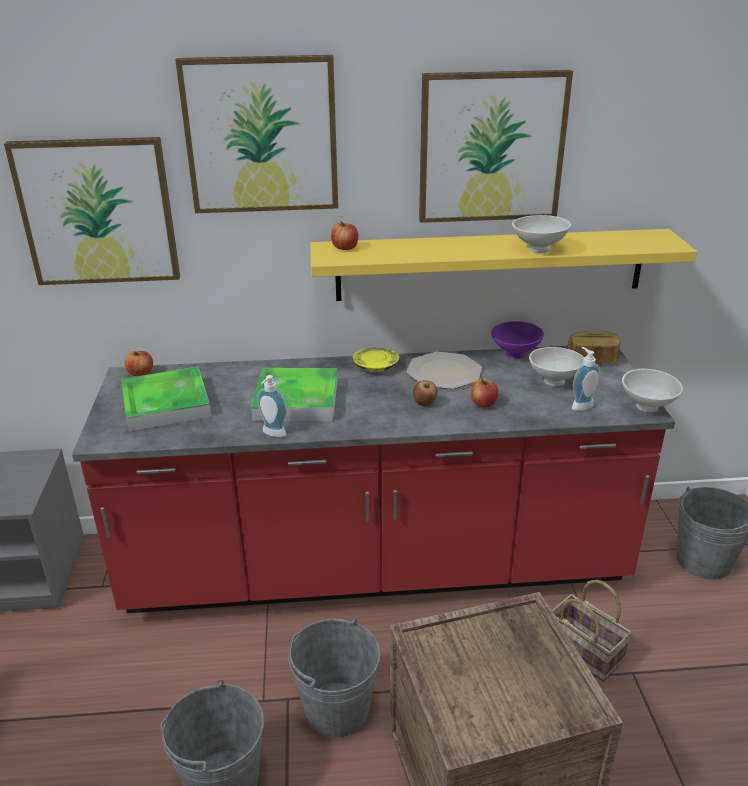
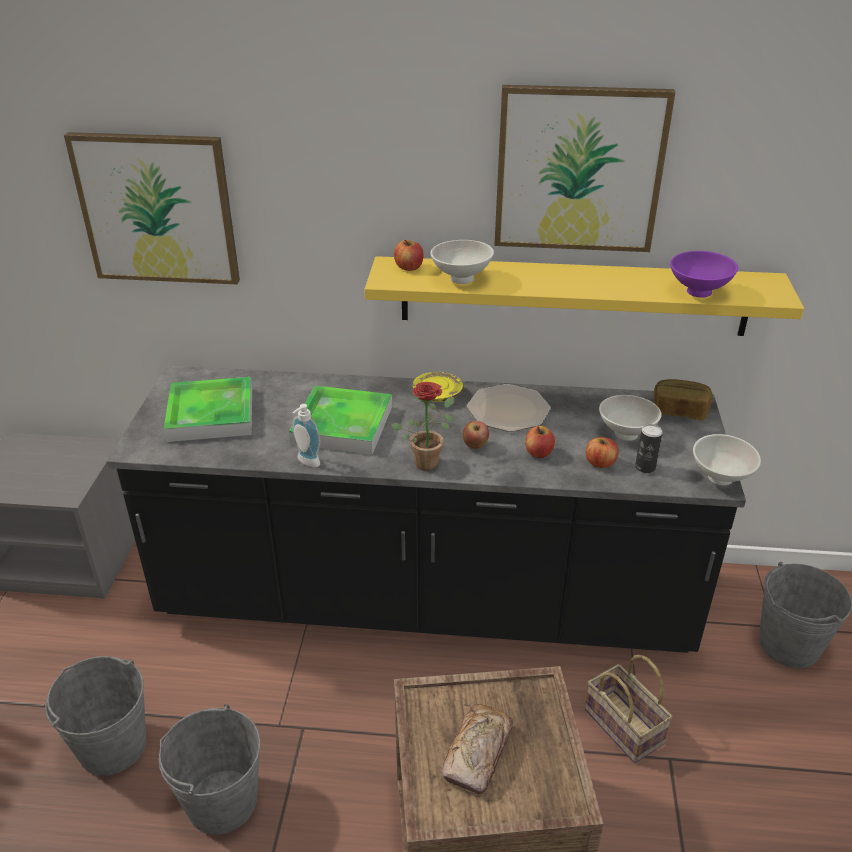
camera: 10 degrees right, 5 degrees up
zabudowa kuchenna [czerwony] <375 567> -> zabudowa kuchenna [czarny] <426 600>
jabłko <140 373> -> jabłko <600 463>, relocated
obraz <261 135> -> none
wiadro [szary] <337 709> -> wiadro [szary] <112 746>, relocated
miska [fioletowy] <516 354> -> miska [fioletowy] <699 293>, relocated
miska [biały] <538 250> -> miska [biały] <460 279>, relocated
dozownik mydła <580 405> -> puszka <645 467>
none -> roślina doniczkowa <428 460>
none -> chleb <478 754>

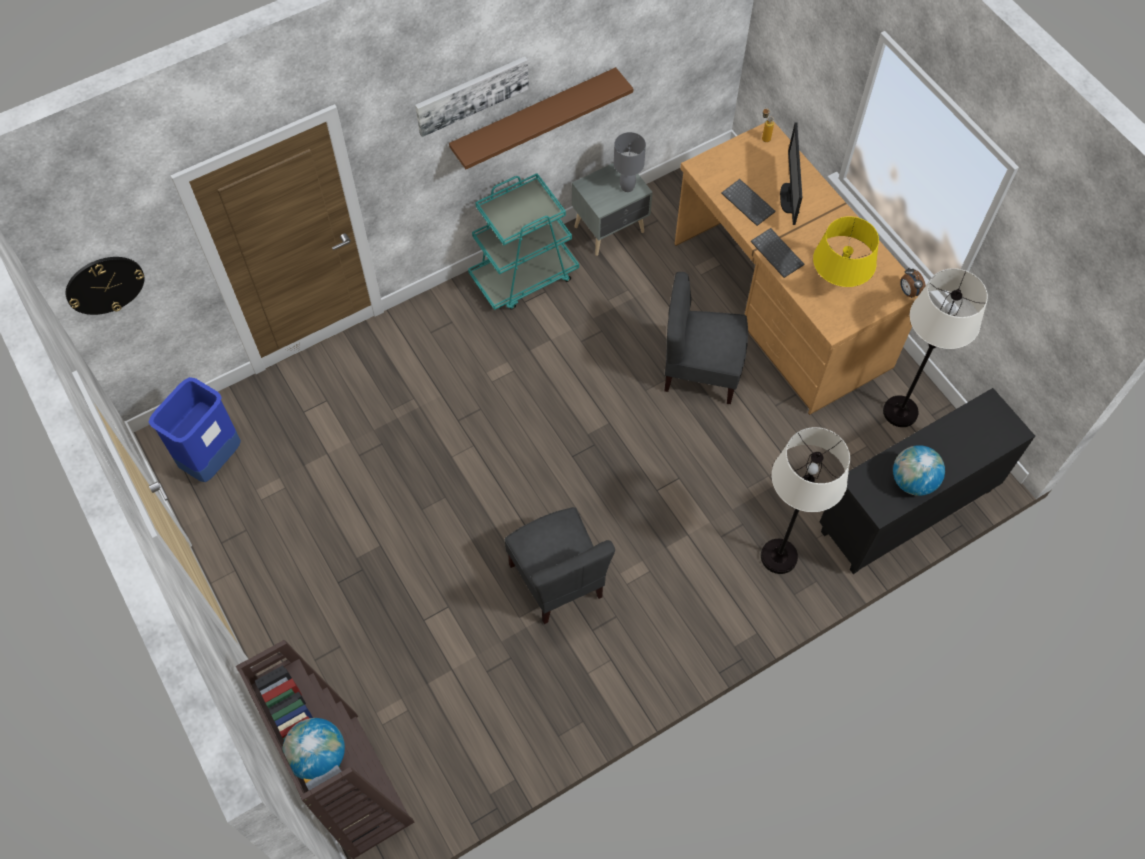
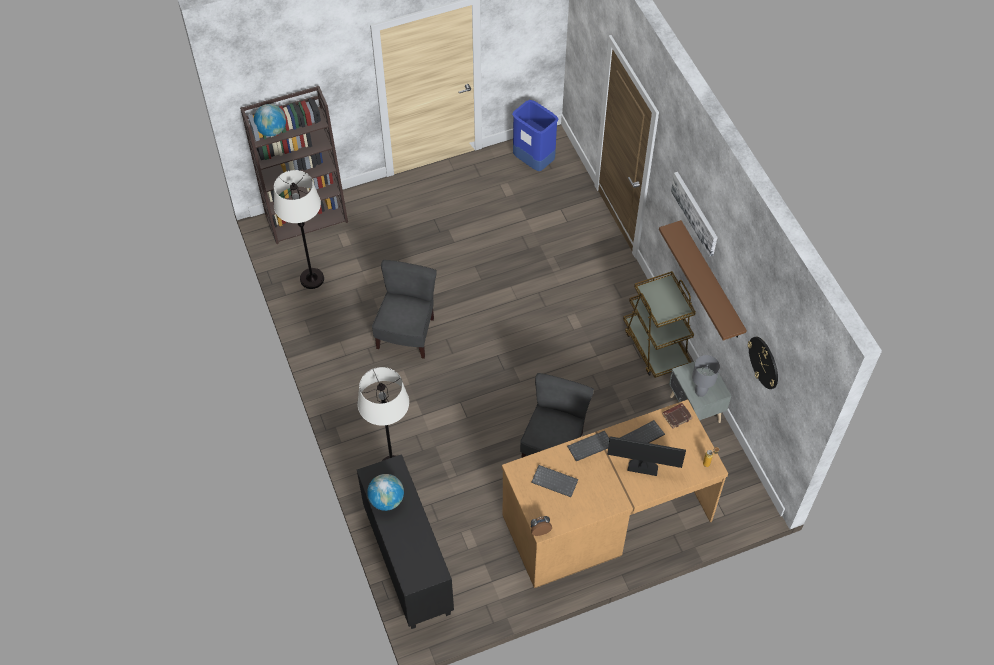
camera: 100 degrees right, 5 degrees down
zegar ścienny <104 284> -> zegar ścienny <764 362>, relocated
wózek [turkusowy] <524 276> -> wózek [brązowy] <656 346>
krzesło [szary] <557 580> -> krzesło [szary] <407 334>, 120 degrees clockwise
lampa stołowa [żółty] <836 284> -> klawiatura <555 481>
lampa stojąca [biały] <900 411> -> lampa stojąca [biały] <312 279>, relocated
none -> książka [brązowy] <677 416>

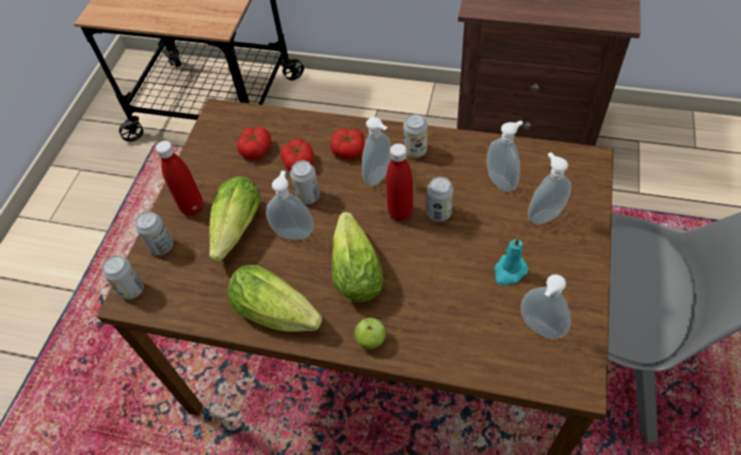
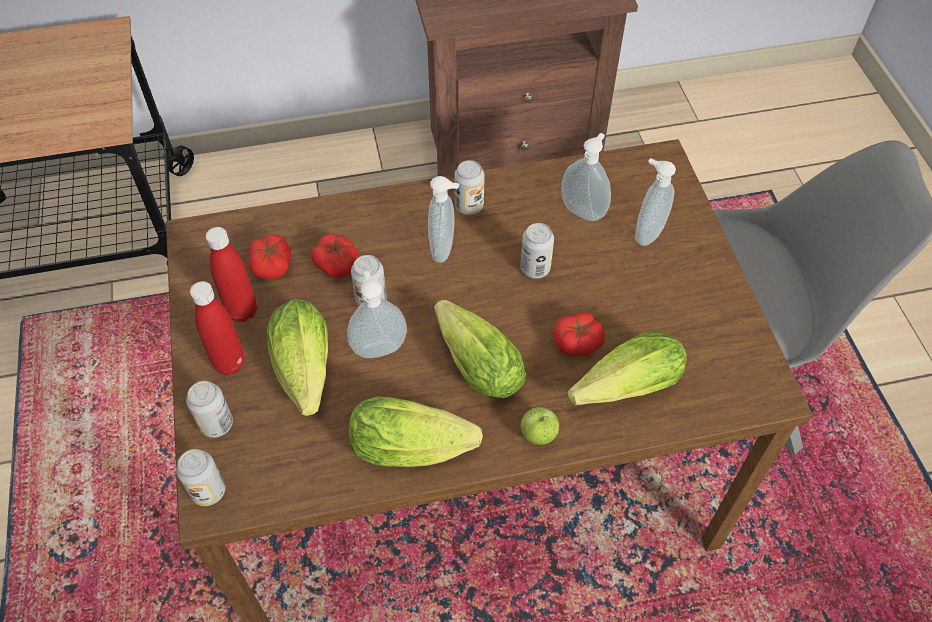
camera: 30 degrees left, 0 degrees up
pomidor <349 150> -> pomidor <577 342>, relocated
butelka [czerwony] <400 212> -> butelka [czerwony] <242 311>, relocated
świeca [turkusowy] <509 271> -> none
dozownik mydła <539 329> -> none
none -> sałata <620 389>

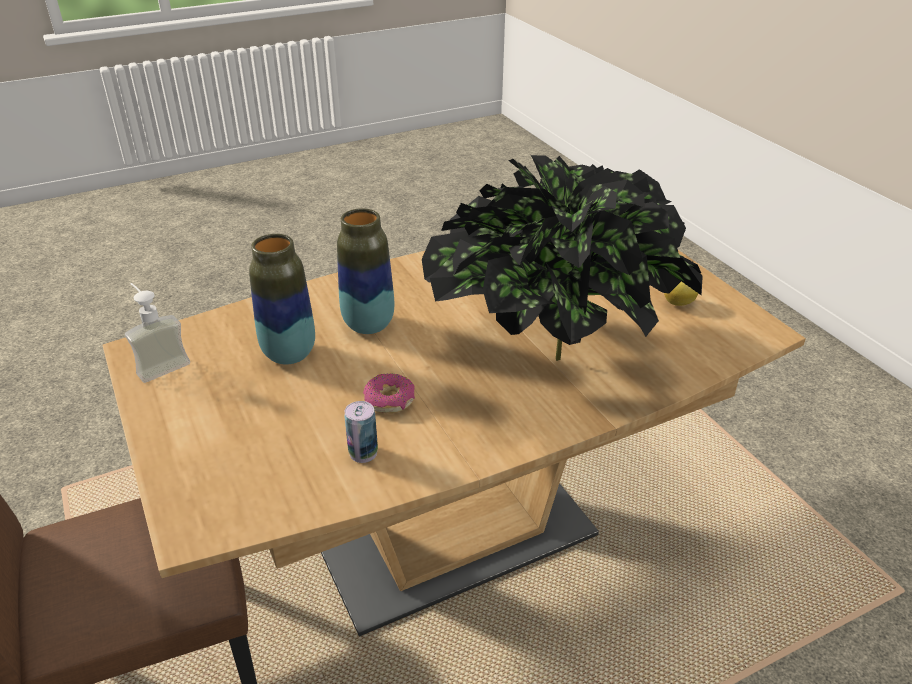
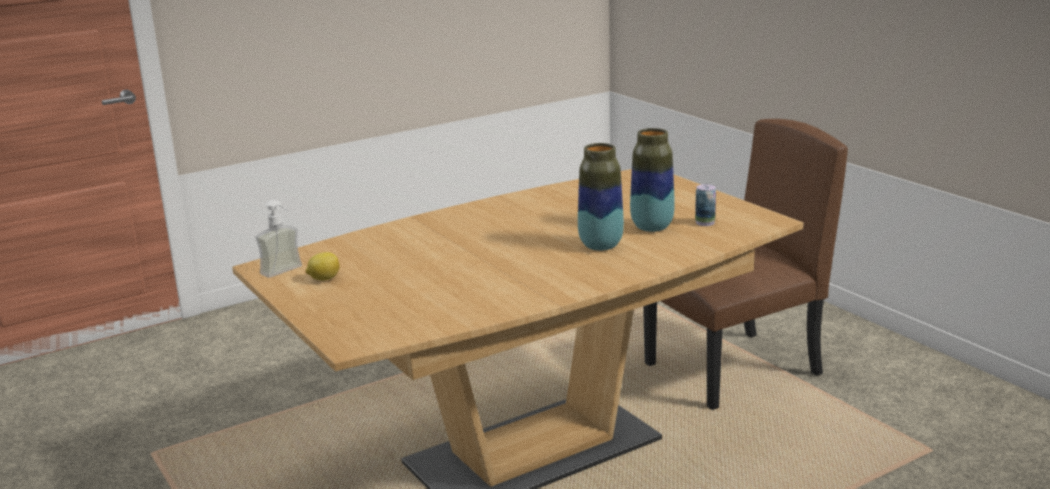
camera: 175 degrees right, 15 degrees down
dozownik mydła <159 364> -> dozownik mydła <286 272>, relocated
puszka <363 453> -> puszka <705 223>, relocated
donut <390 400> -> none
roślina doniczkowa <551 361> -> none

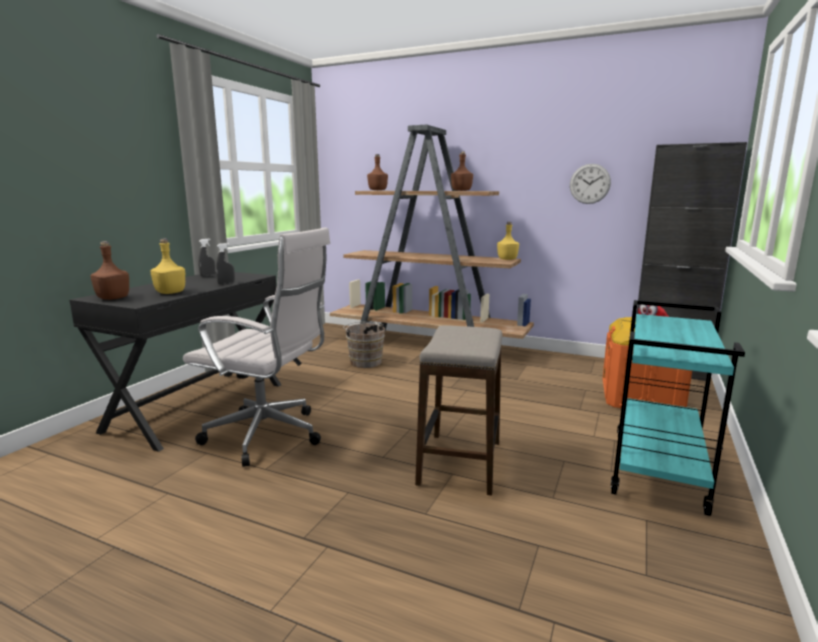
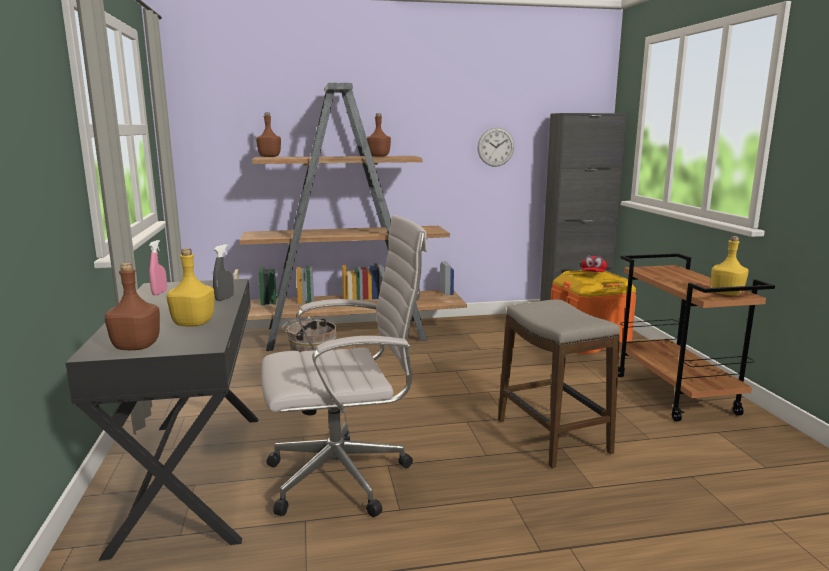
camera: 35 degrees left, 0 degrees up
spryskiwacz [szary] <207 276> -> spryskiwacz [różowy] <159 293>
butelka [żółty] <507 259> -> butelka [żółty] <726 293>, relocated
wózek [turkusowy] <659 471> -> wózek [brązowy] <676 395>

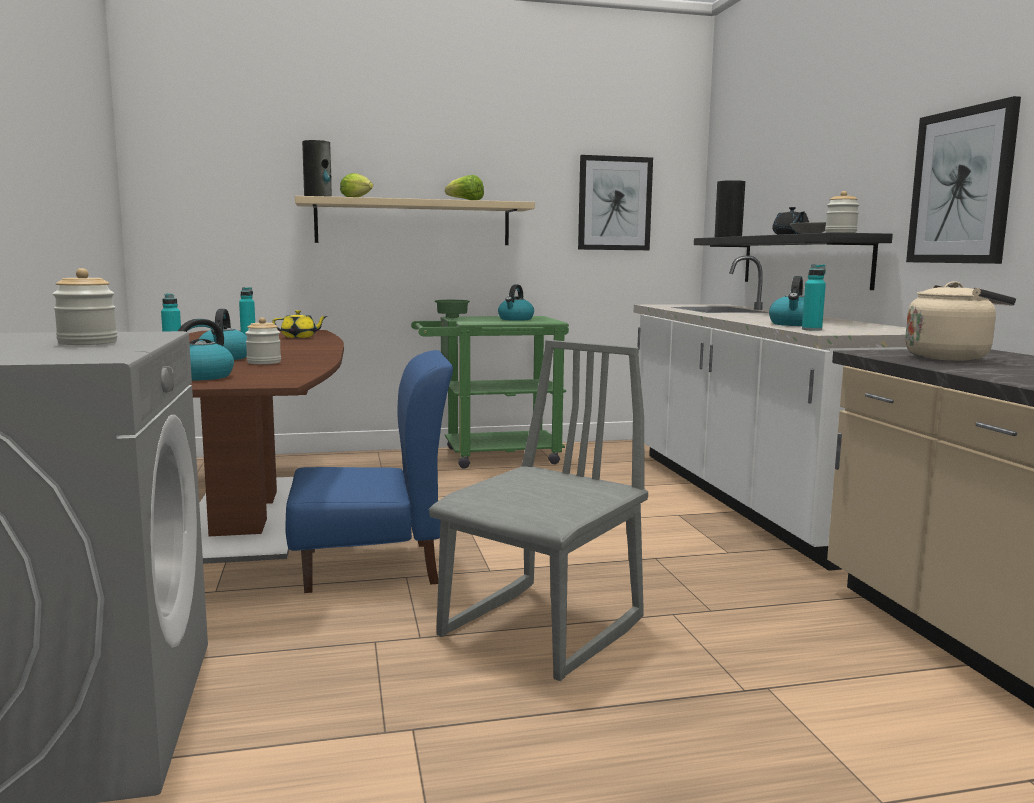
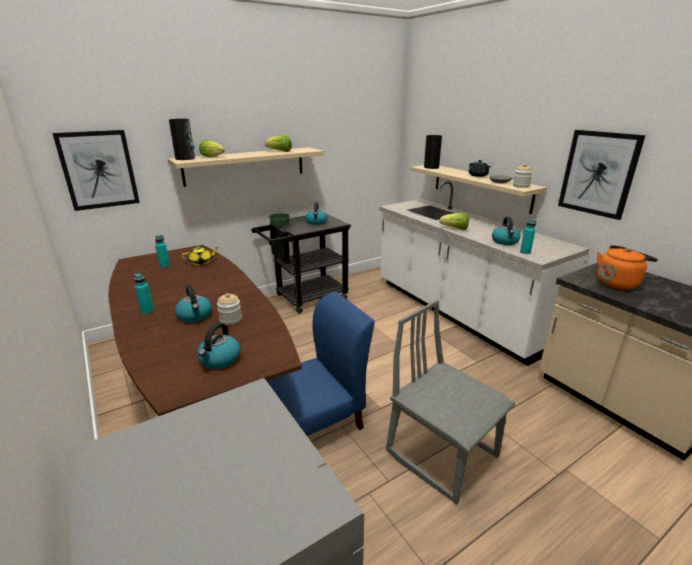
camera: 20 degrees left, 15 degrees up
słoik <88 342> -> none
wózek [zielony] <490 456> -> wózek [czarny] <306 298>
krzesło [szary] <544 629> -> krzesło [szary] <442 454>, 60 degrees counterclockwise
obraz <614 203> -> obraz <99 170>, relocated
półka [czarny] <803 261> -> półka [beżowy] <480 187>
czajnik [beżowy] <951 358> -> czajnik [pomarańczowy] <618 283>
none -> sałata <455 229>

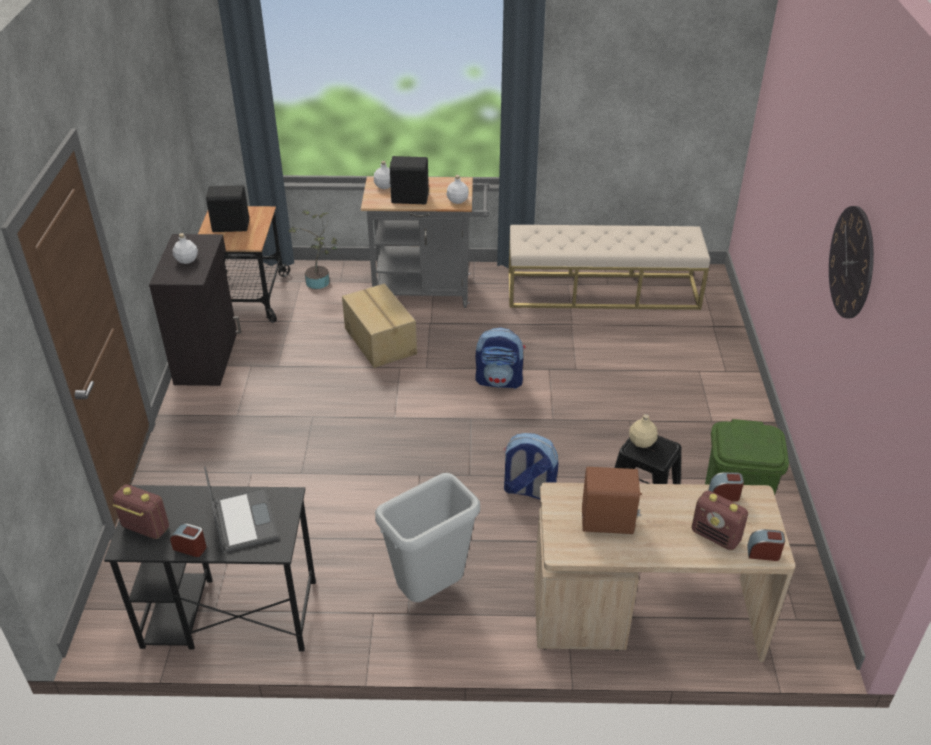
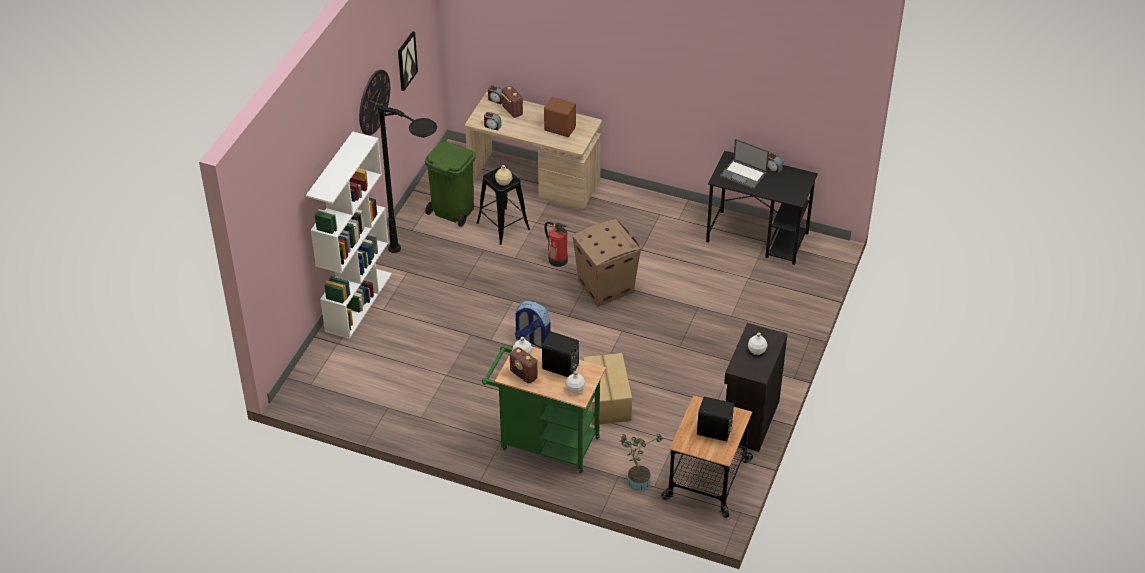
camera: 160 degrees left, 5 degrees up
radio <145 527> -> radio <524 375>, relocated
laptop <244 519> -> laptop <744 174>, 60 degrees counterclockwise
wózek [szary] <429 291> -> wózek [zielony] <544 442>
kosz na śmieci [szary] <430 592> -> none
plecak <528 490> -> gaśnica <557 259>
ławka [beżowy] <602 291> -> none
none -> regał [biały] <358 302>
none -> lampa stojąca [czarny] <422 267>
none -> obraz <406 60>
none -> karton <605 286>

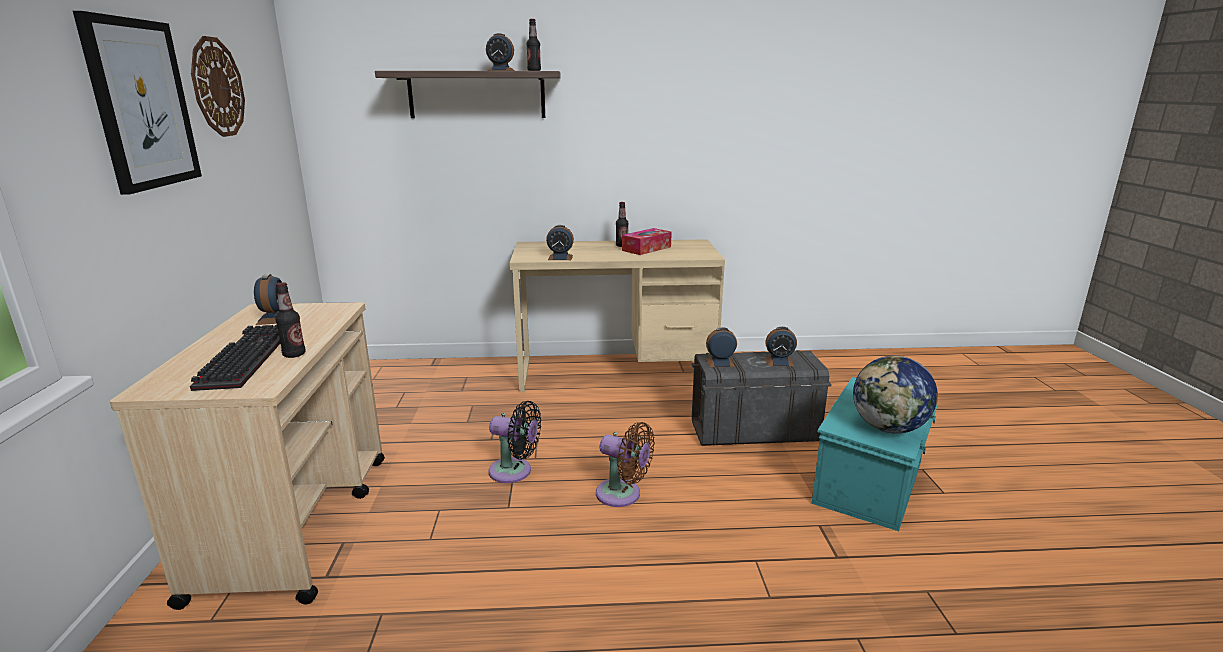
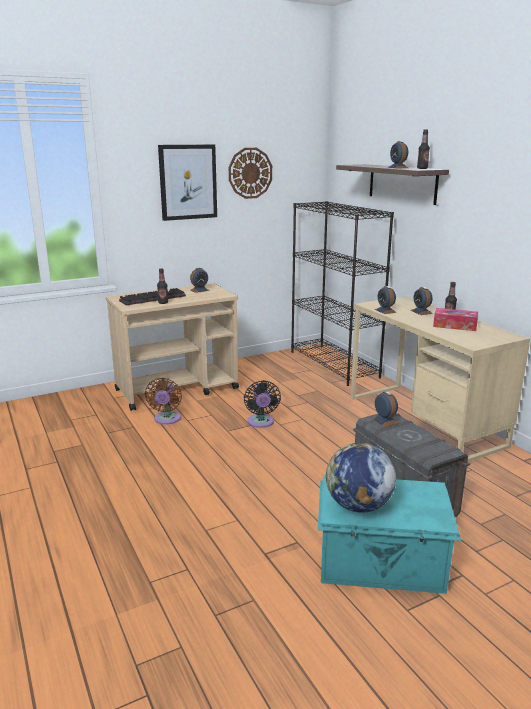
camera: 65 degrees right, 0 degrees up
wentylator [brązowy] <622 495> -> wentylator [brązowy] <166 420>, relocated
budzik <779 362> -> budzik <421 312>, relocated
none -> regał [czarny] <334 364>

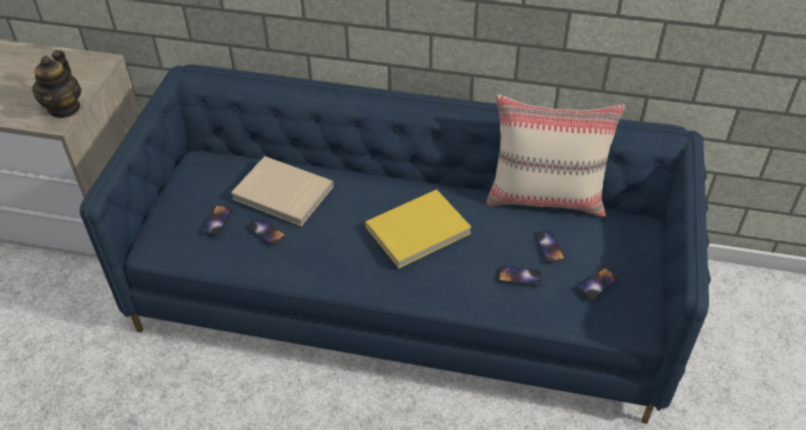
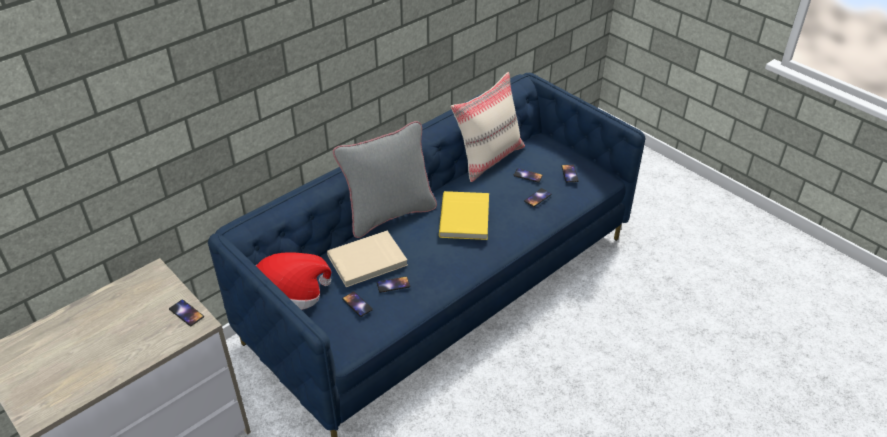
camera: 55 degrees left, 5 degrees down
imbryk <64 108> -> telefon <186 313>
none -> kapelusz <291 298>
none -> poduszka [szary] <389 214>

